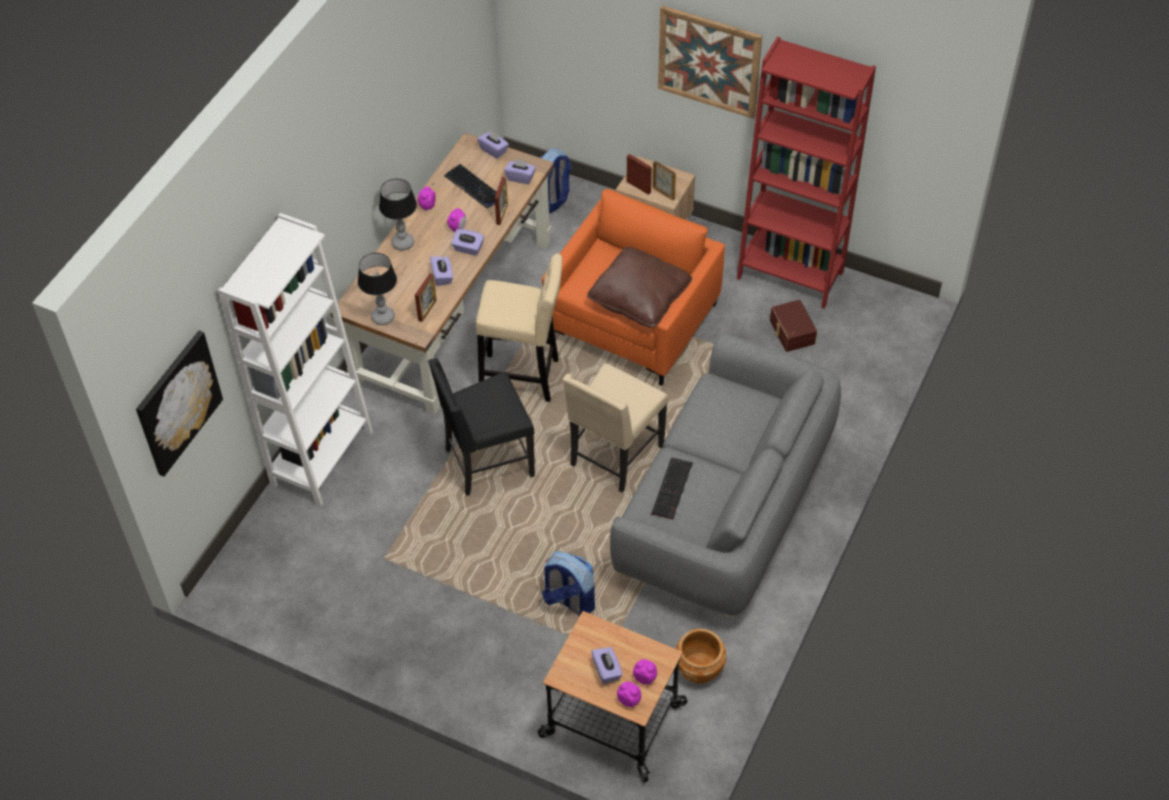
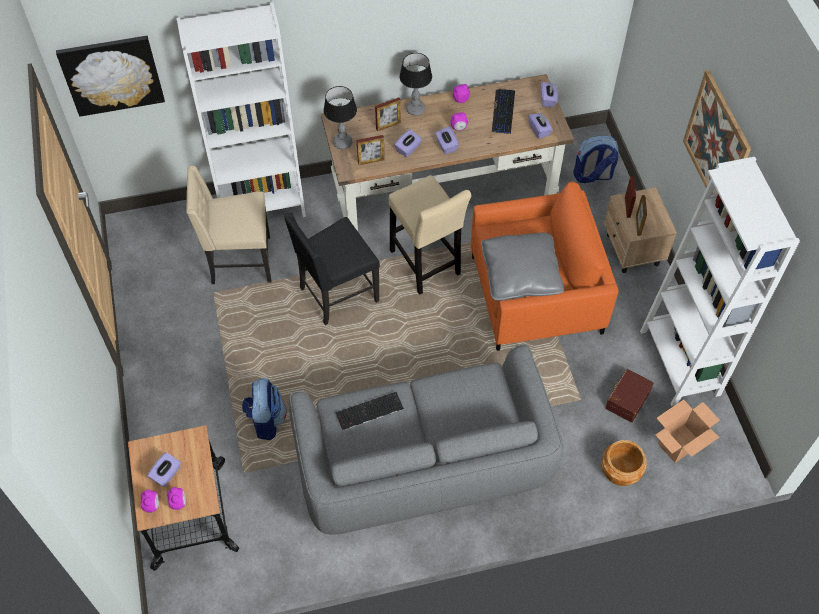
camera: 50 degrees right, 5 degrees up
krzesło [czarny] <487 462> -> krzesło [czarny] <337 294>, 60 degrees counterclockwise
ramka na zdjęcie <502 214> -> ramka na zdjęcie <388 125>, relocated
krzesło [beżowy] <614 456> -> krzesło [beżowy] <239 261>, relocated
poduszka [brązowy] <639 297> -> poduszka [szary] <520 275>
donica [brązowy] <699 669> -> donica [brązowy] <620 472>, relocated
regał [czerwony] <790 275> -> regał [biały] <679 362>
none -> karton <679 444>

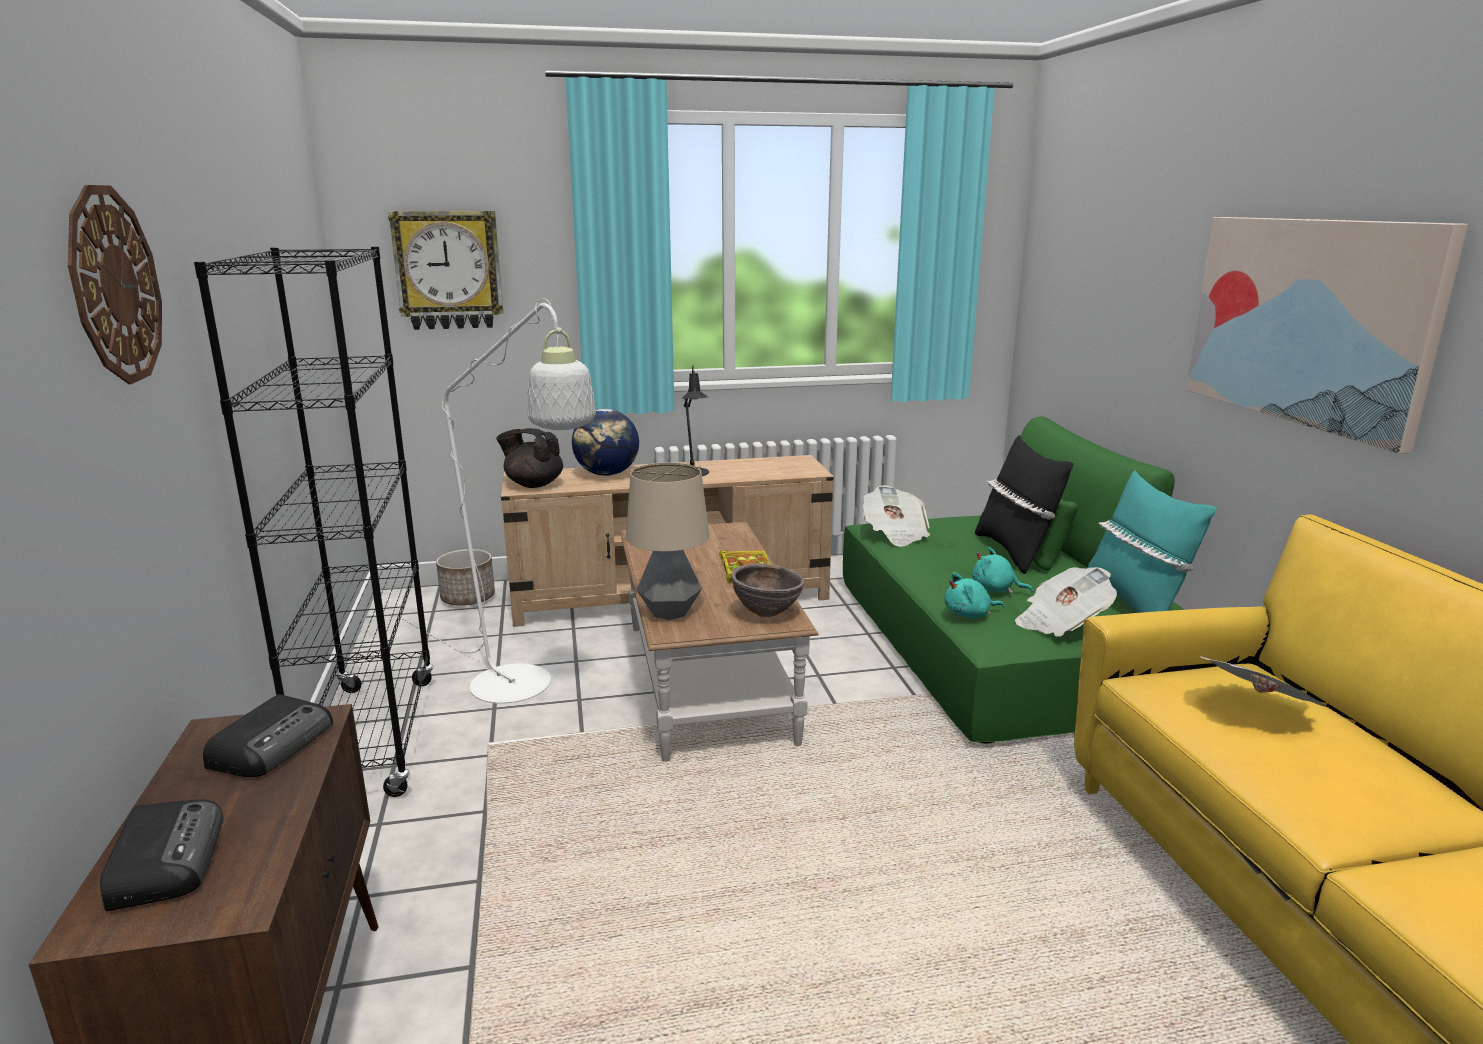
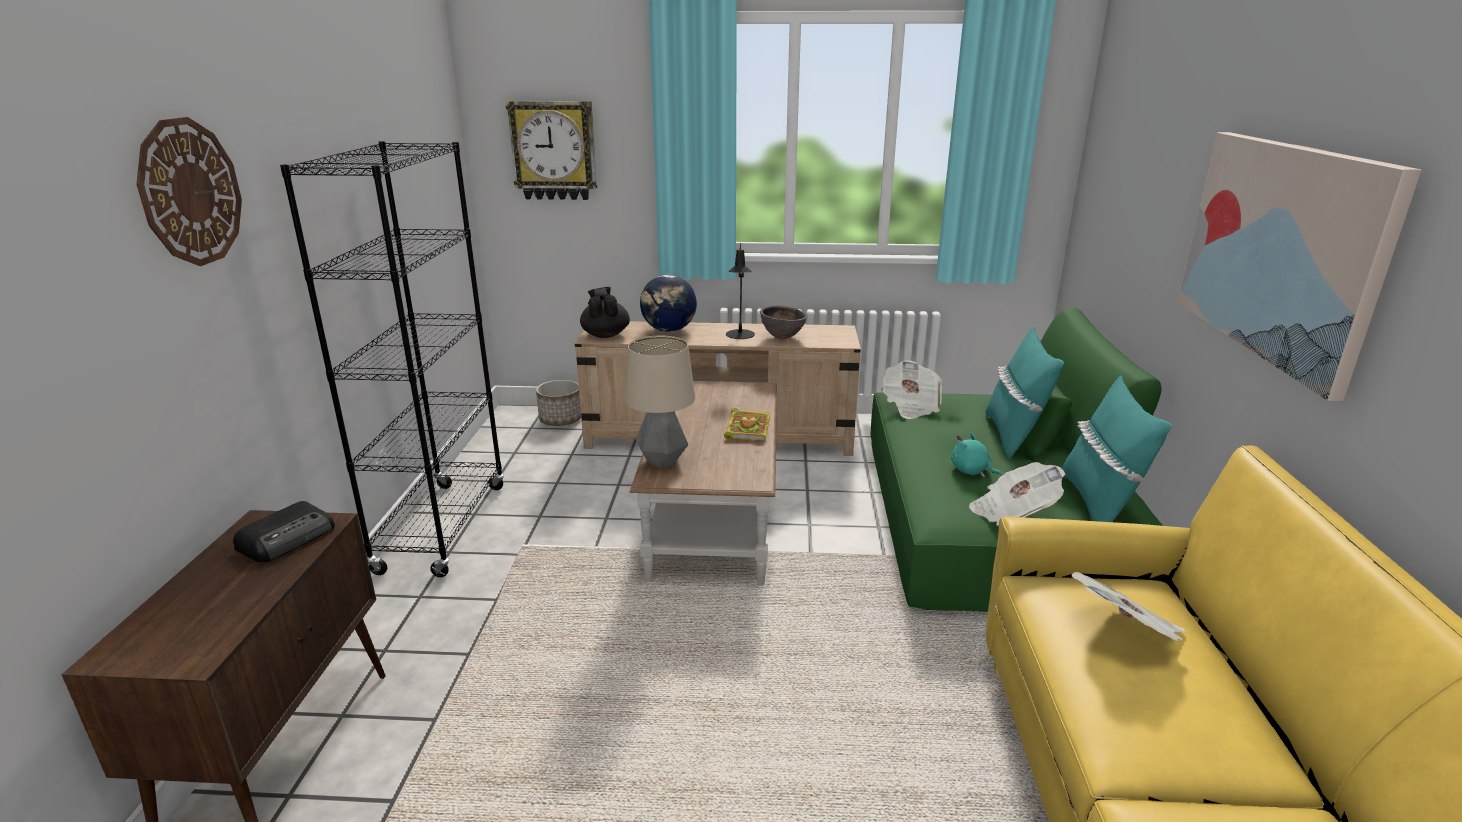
camera: 15 degrees right, 5 degrees up
radio <166 859> -> none
lampa stojąca [biały] <524 690> -> none
imbryk [czarny] <533 484> -> imbryk [czarny] <605 334>, 45 degrees clockwise
miska [brązowy] <767 614> -> miska [brązowy] <782 338>, relocated
pluszak [turkusowy] <969 614> -> none
poduszka [czarny] <1015 552> -> poduszka [turkusowy] <1013 436>

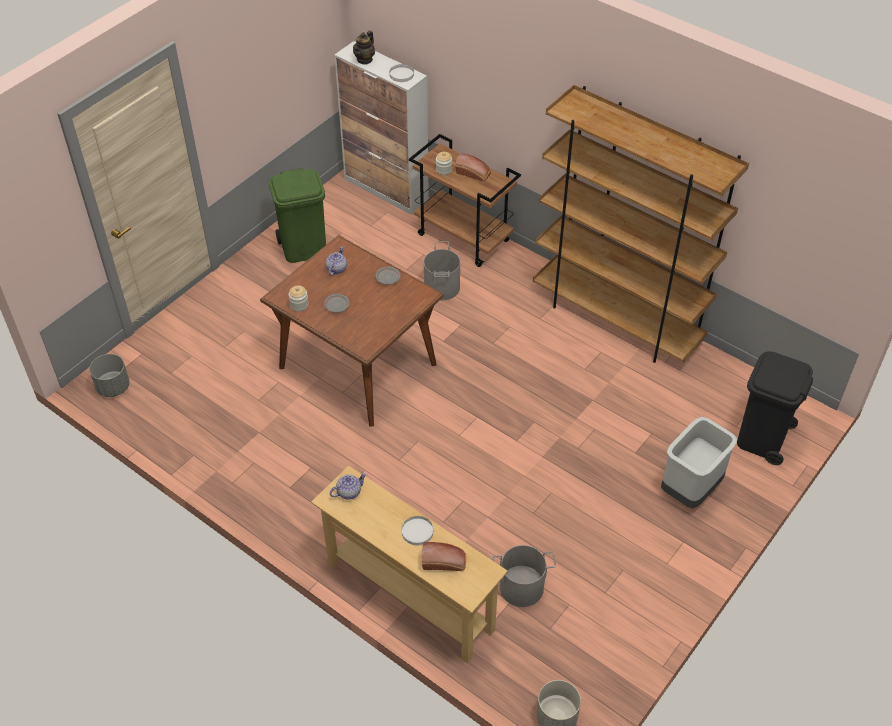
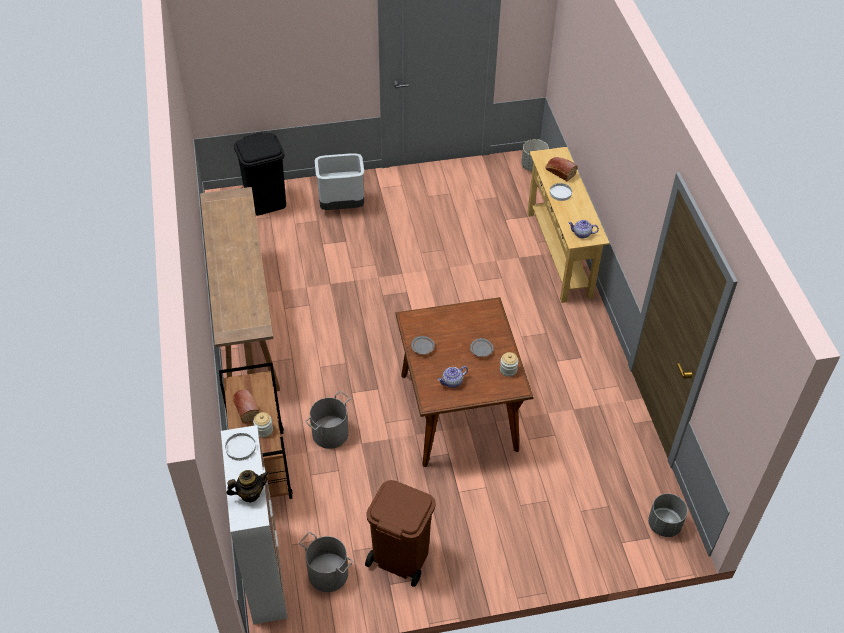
camera: 140 degrees left, 0 degrees up
kosz na śmieci [zielony] <304 248> -> kosz na śmieci [brązowy] <400 557>
wiadro [szary] <521 587> -> wiadro [szary] <328 574>, relocated
regał [brązowy] <616 320> -> stolik konsolowy [brązowy] <245 321>

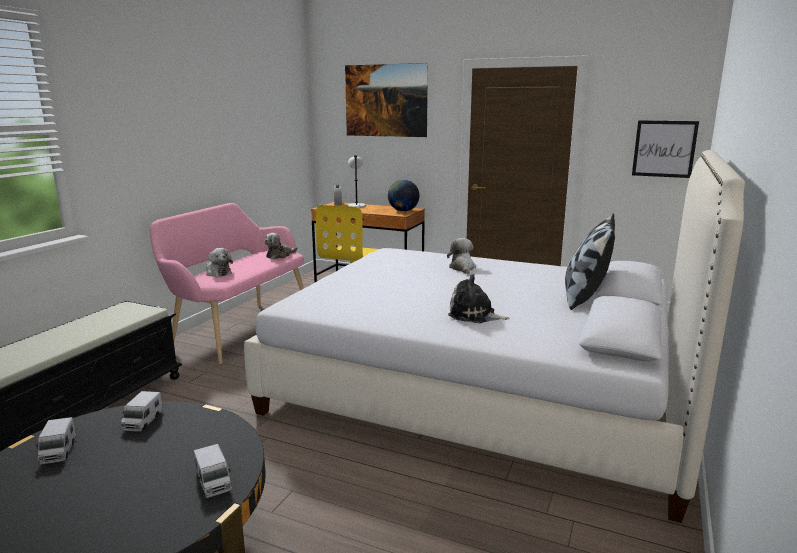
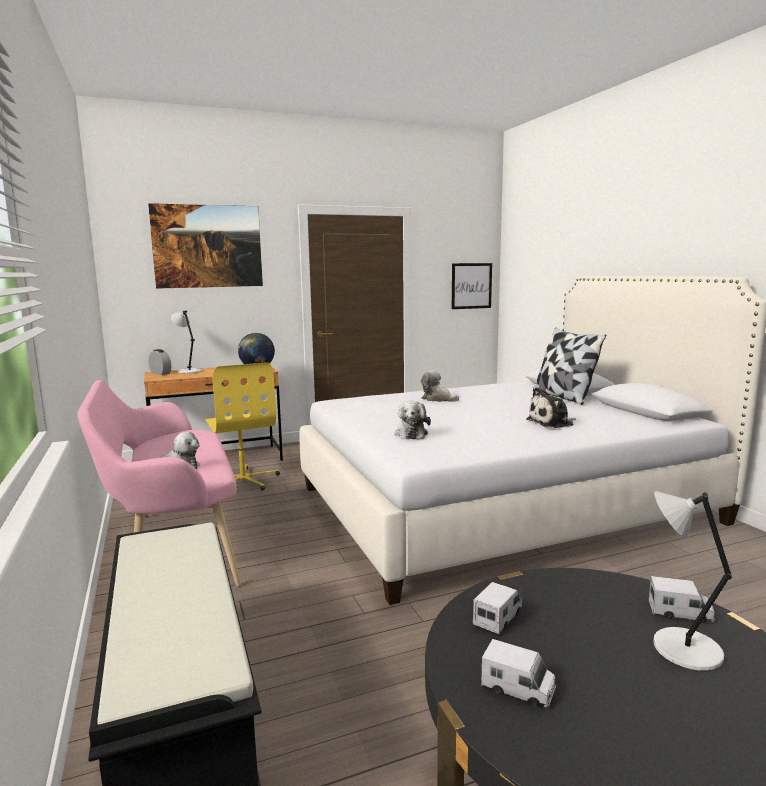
camera: 45 degrees left, 5 degrees down
ciężarówka zabawkowa <142 421> -> ciężarówka zabawkowa <498 618>, 105 degrees counterclockwise
pluszak <280 255> -> pluszak <411 433>, relocated
none -> lampa stołowa [szary] <682 649>

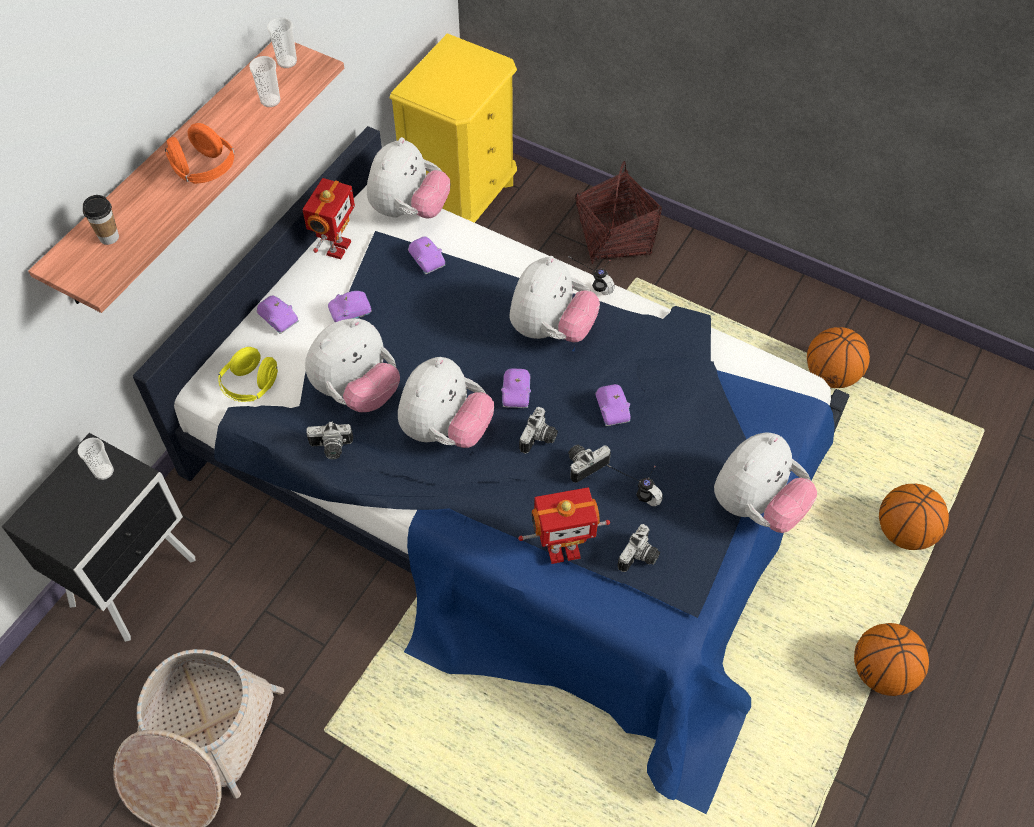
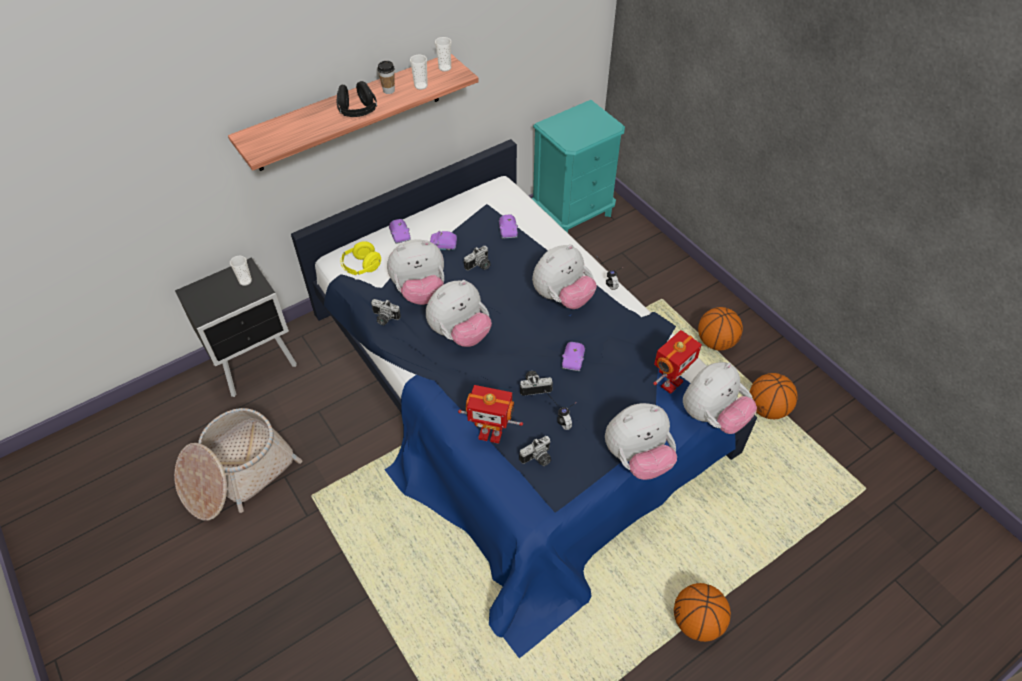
camera: 25 degrees right, 5 degrees down
filiżanka <109 237> -> filiżanka <389 90>, relocated
słuchawki [pomarańczowy] <204 170> -> słuchawki [czarny] <358 112>
robot zabawkowy <337 248> -> robot zabawkowy <670 383>, relocated
pluszak <409 210> -> pluszak <712 416>, relocated
szafka nocna [żółty] <461 197> -> szafka nocna [turkusowy] <573 213>
samochodzik [fioletowy] <517 393> -> none
aparat fotograficzny <540 439> -> aparat fotograficzny <479 266>, relocated
koszyk <614 237> -> none
piłka do koszykówki <904 532> -> piłka do koszykówki <716 342>, relocated

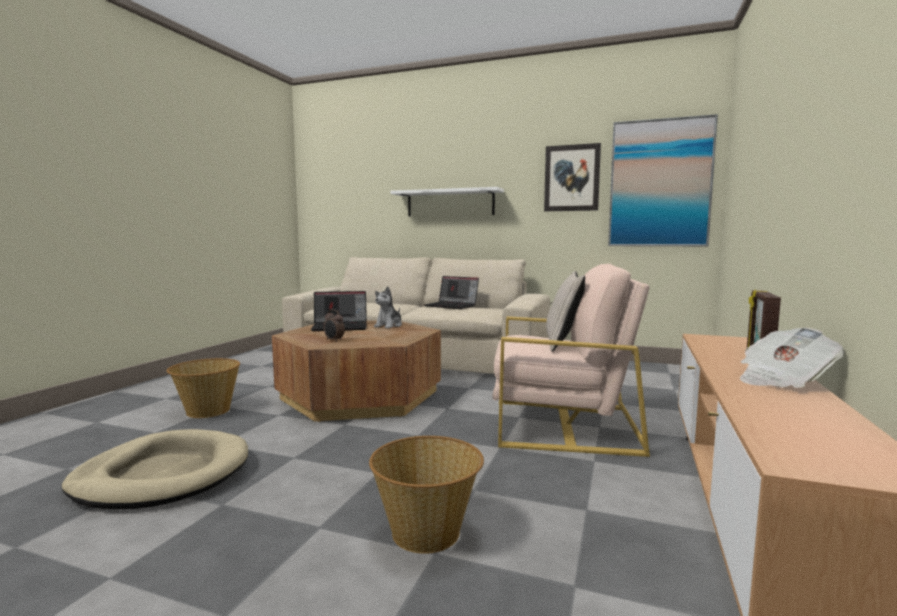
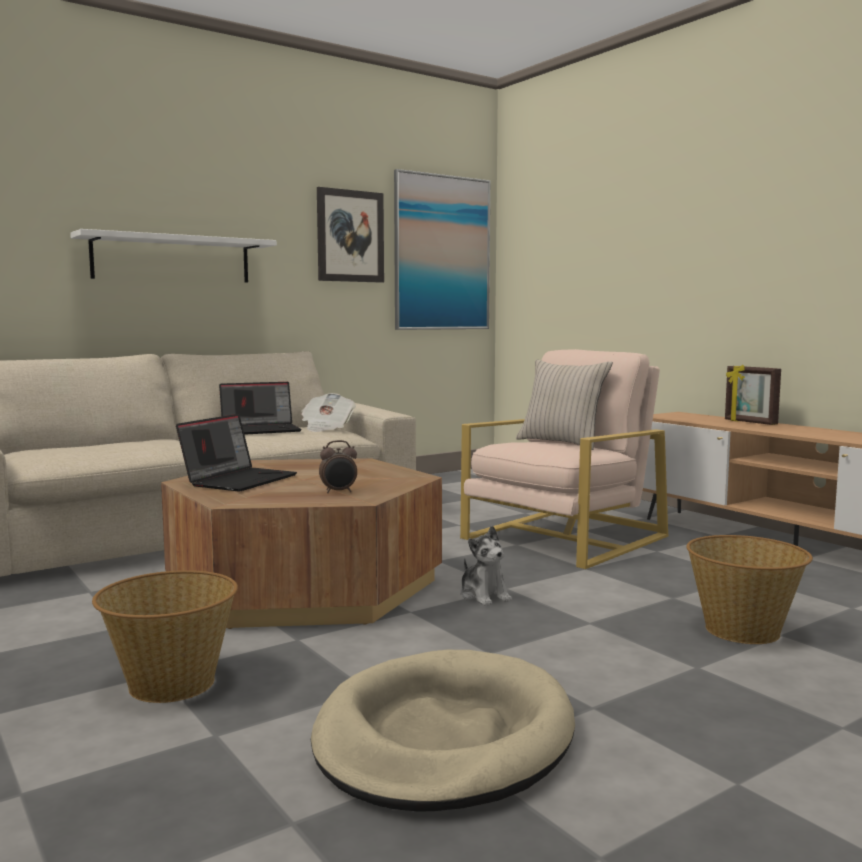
camera: 55 degrees left, 0 degrees up
pluszak <389 326> -> pluszak <484 596>, relocated
gazeta <782 380> -> gazeta <326 428>, relocated

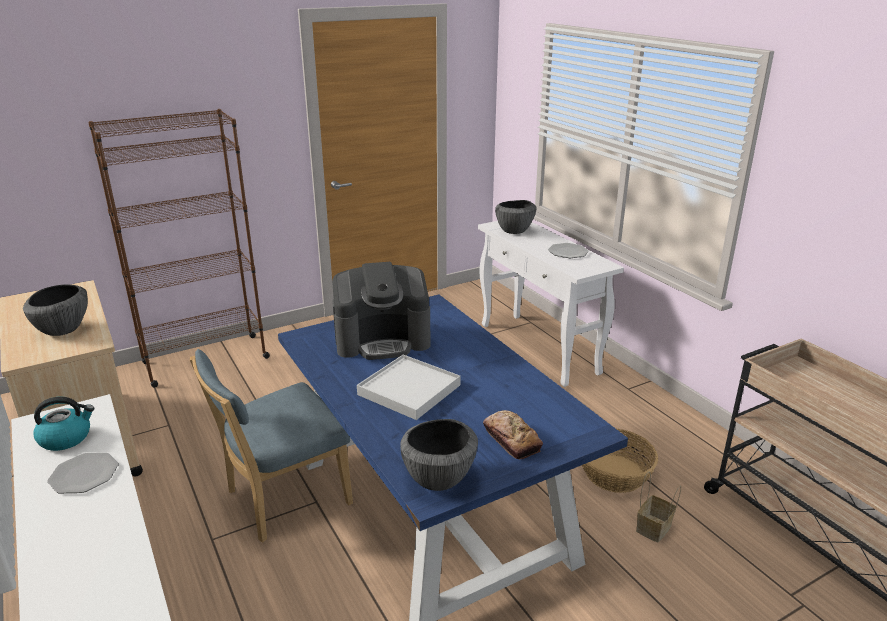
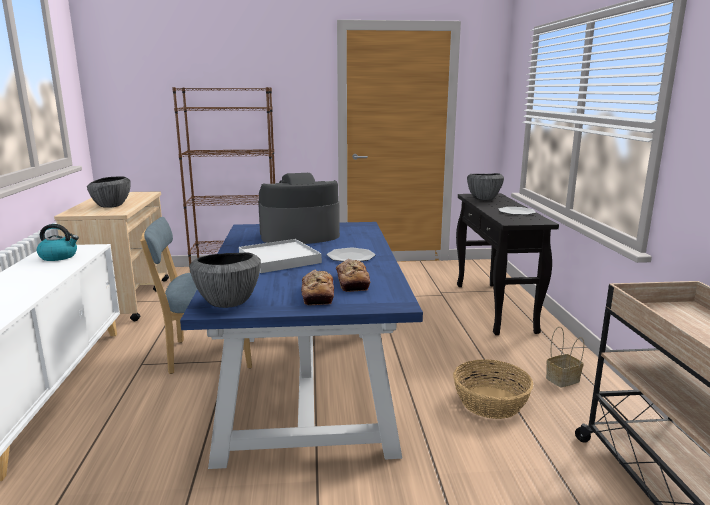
camera: 25 degrees right, 10 degrees down
talerz <84 474> -> talerz <351 257>, relocated
ekspres do kawy <383 340> -> ekspres do kawy <299 235>, 150 degrees clockwise
stolik konsolowy [biały] <539 349> -> stolik konsolowy [czarny] <494 307>
koszyk <653 529> -> koszyk <562 380>, relocated
none -> chleb <352 282>

